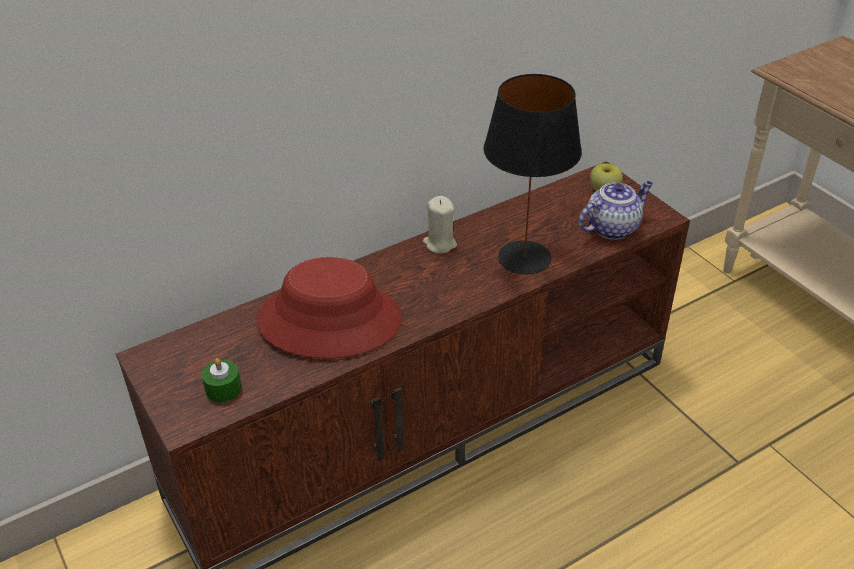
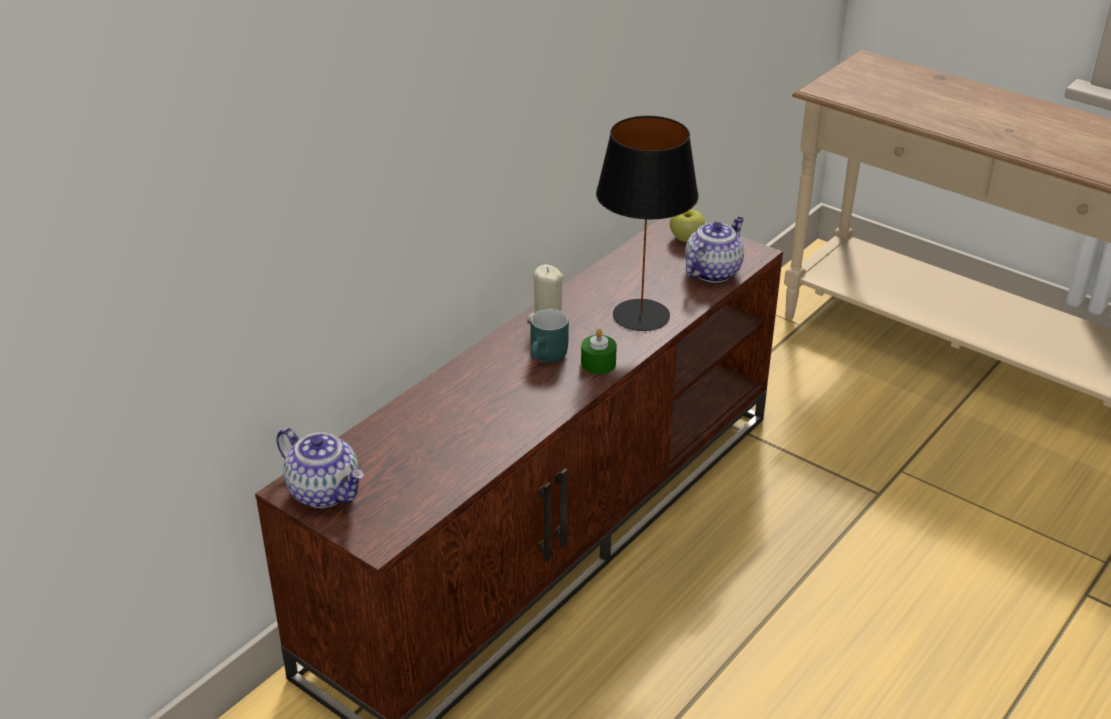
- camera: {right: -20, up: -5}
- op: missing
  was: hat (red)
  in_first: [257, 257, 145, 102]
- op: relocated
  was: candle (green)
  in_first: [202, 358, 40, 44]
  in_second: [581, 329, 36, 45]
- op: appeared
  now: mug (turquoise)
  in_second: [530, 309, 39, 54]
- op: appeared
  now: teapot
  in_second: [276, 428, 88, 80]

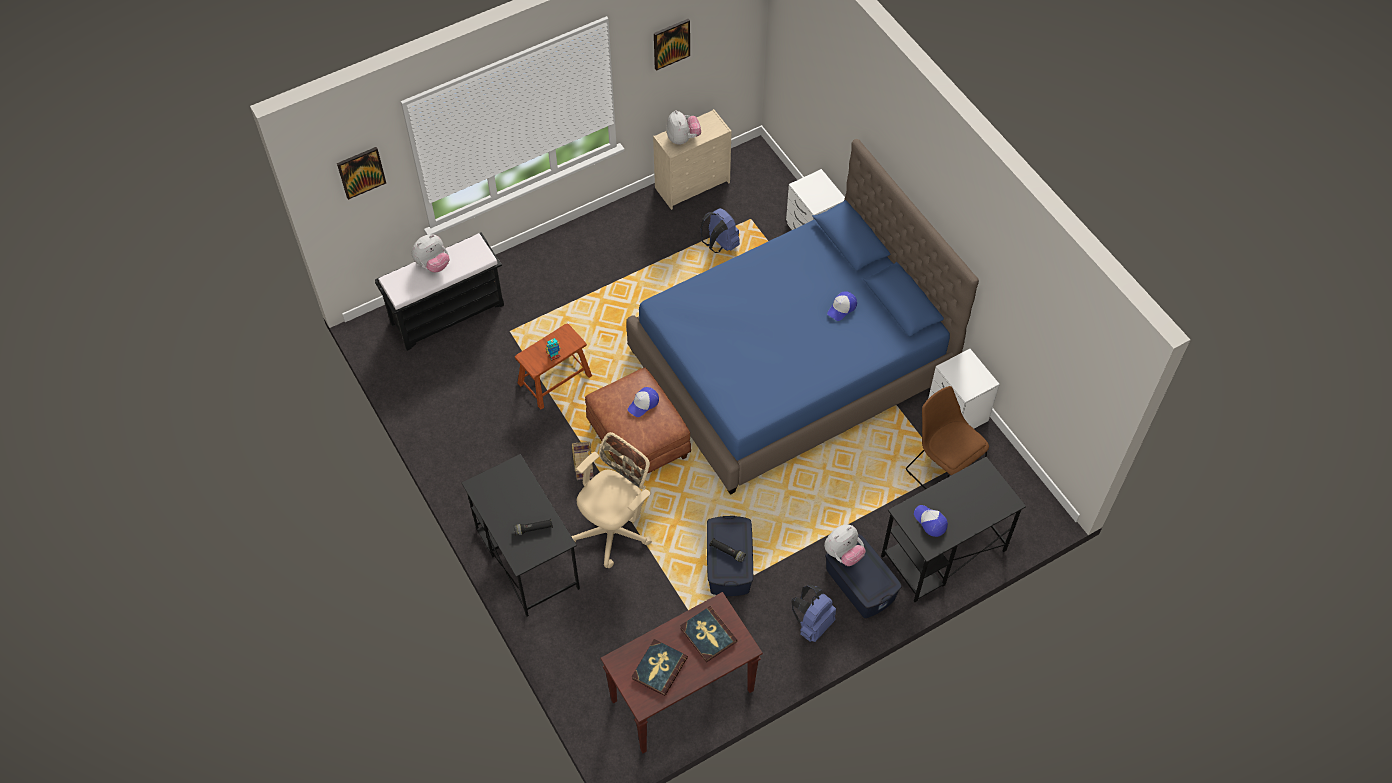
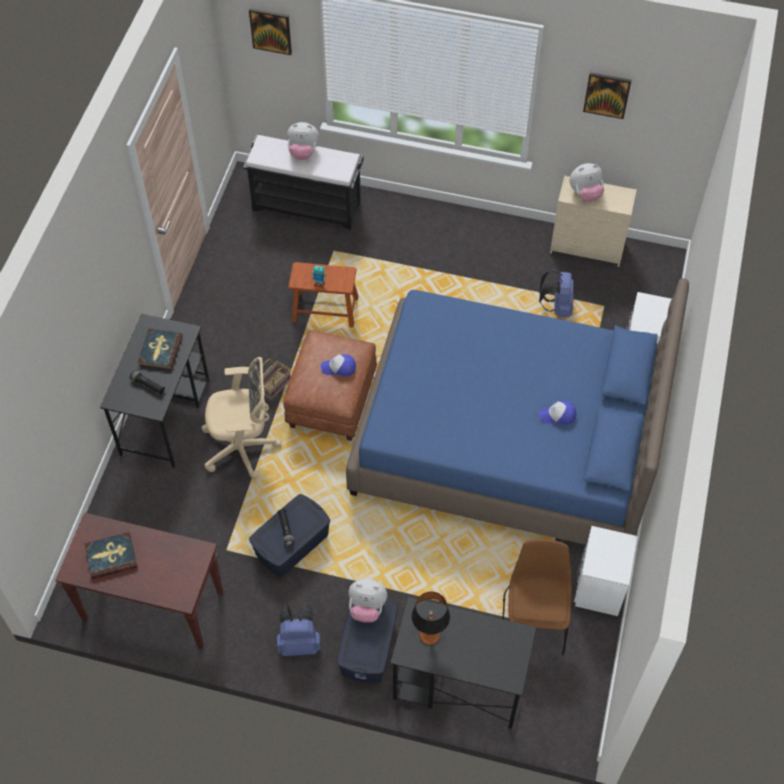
- camera: {right: 45, up: 0}
- op: spun
  was: plush toy
  in_first: [667, 110, 34, 35]
  in_second: [570, 163, 34, 39]
  clockwise: 45
- op: exchanged
  was: cap
  now: table lamp
  in_first: [914, 505, 34, 32]
  in_second: [411, 592, 39, 53]
- op: relocated
  was: book
  in_first: [680, 606, 58, 57]
  in_second: [138, 329, 45, 41]

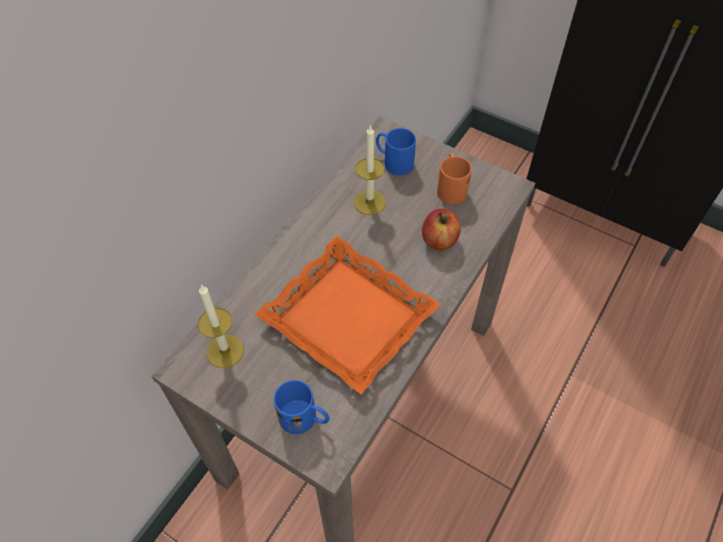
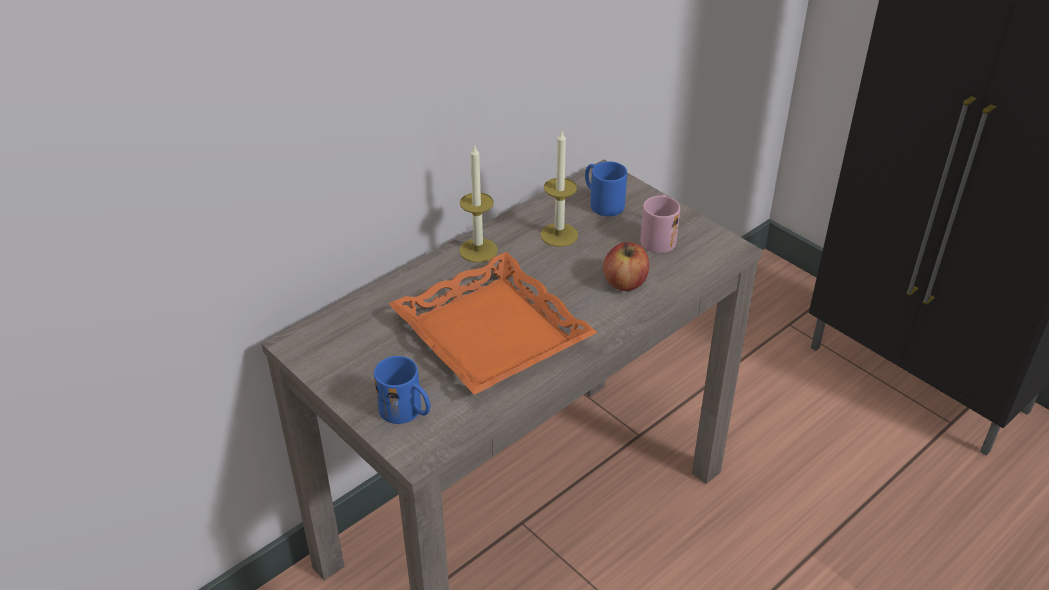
- camera: {right: 15, up: -15}
- op: colour
  was: mug (orange)
  now: mug (pink)
  in_first: [437, 153, 35, 51]
  in_second: [640, 195, 40, 58]
- op: relocated
  was: candle
  in_first: [198, 284, 46, 84]
  in_second: [459, 144, 39, 119]

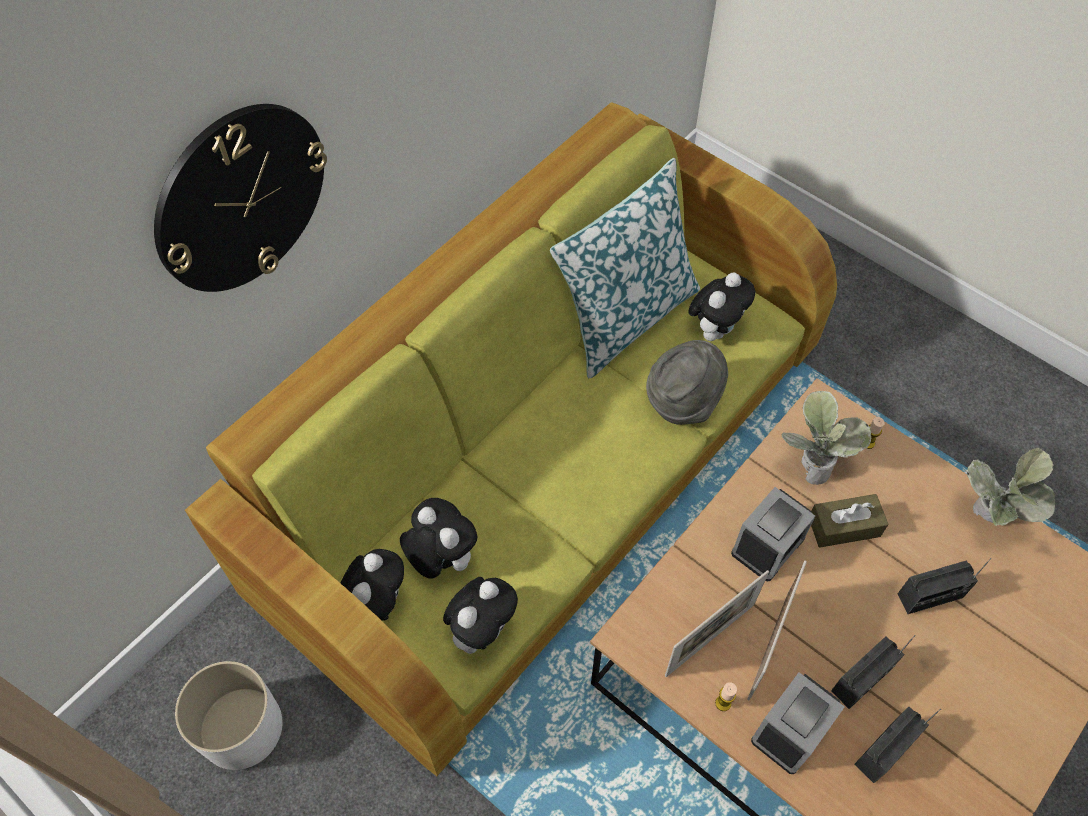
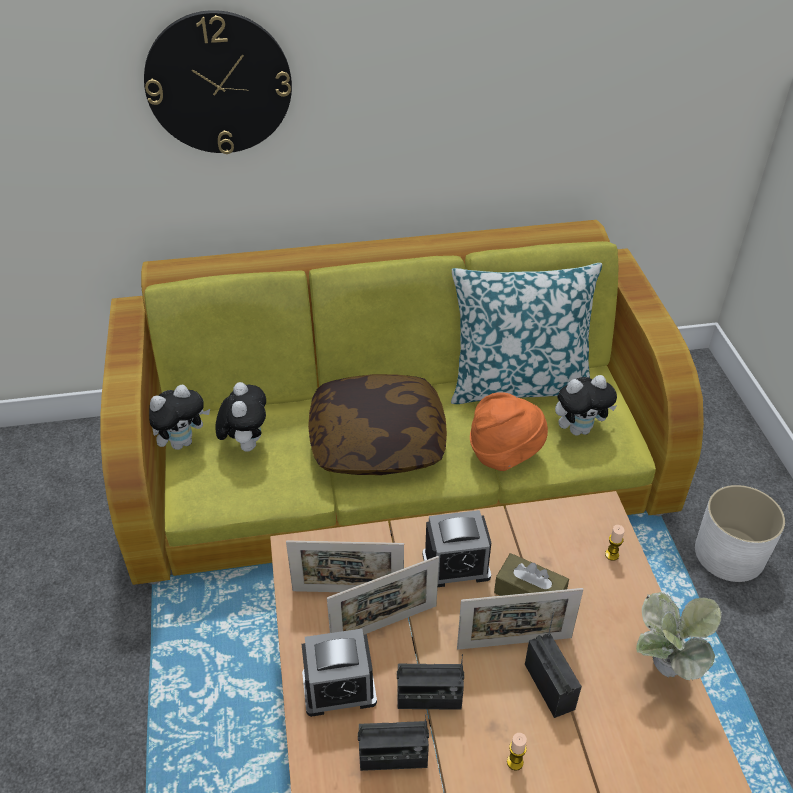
- camera: {right: 40, up: -15}
- op: colour
  was: hat (grey)
  now: hat (orange)
  in_first: [646, 340, 82, 85]
  in_second: [470, 393, 78, 78]
- op: missing
  was: potted plant
  in_first: [782, 391, 89, 94]
- op: spun
  was: radio
  in_first: [898, 558, 93, 56]
  in_second: [525, 608, 57, 110]
  clockwise: -135
- op: missing
  was: plush toy
  in_first: [443, 577, 75, 77]
- op: relocated
  was: planter (white)
  in_first: [175, 661, 107, 109]
  in_second: [695, 485, 90, 97]
- op: relocated
  was: candle
  in_first: [715, 682, 22, 29]
  in_second: [507, 733, 20, 37]
- op: appeared
  now: pillow
  in_second: [308, 374, 139, 101]
- op: appeared
  now: picture frame
  in_second: [457, 588, 126, 62]

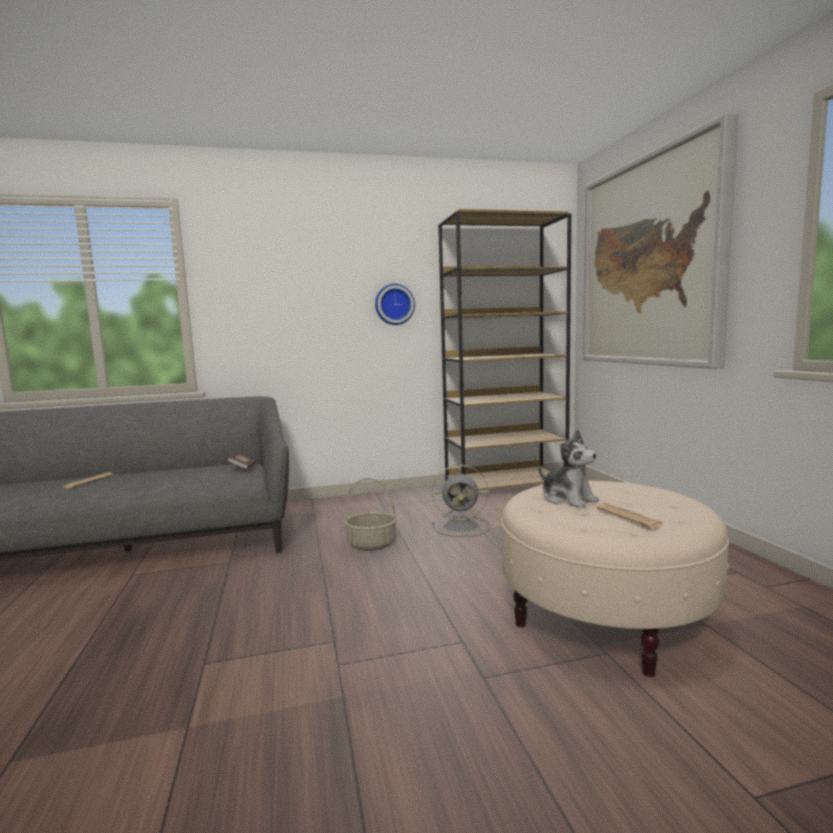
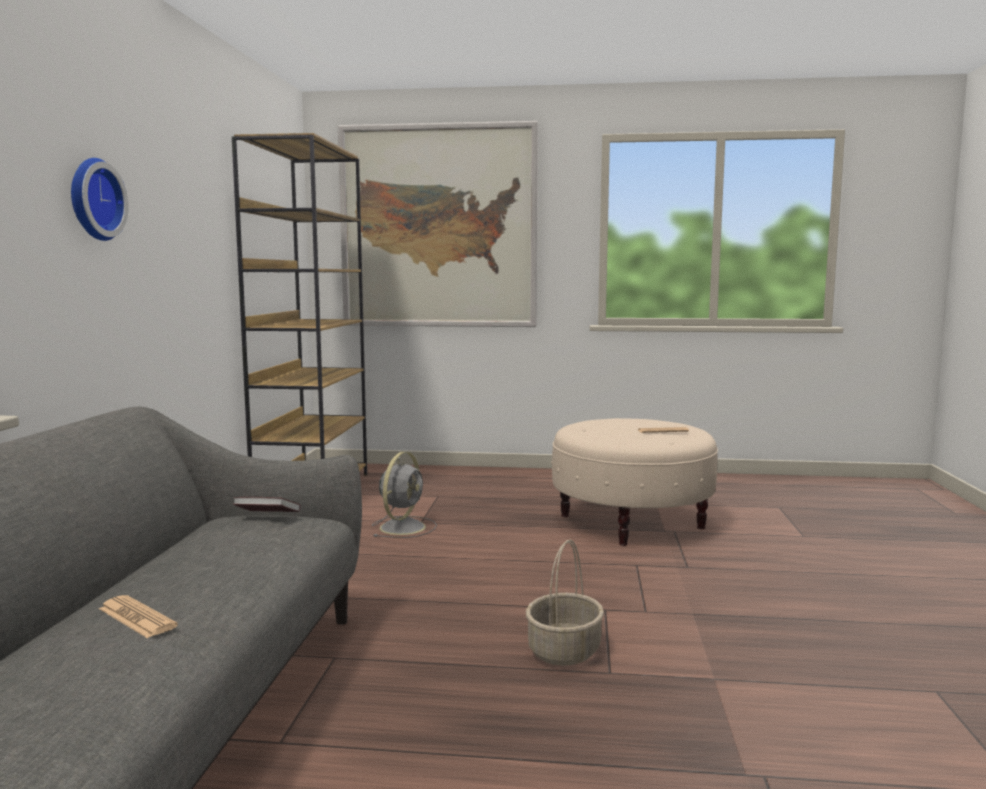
- camera: {right: -70, up: 0}
- op: relocated
  was: wall clock
  in_first: [375, 284, 40, 41]
  in_second: [71, 158, 57, 83]
- op: missing
  was: plush toy
  in_first: [538, 430, 61, 78]
- op: relocated
  was: basket
  in_first: [344, 478, 53, 73]
  in_second: [526, 539, 78, 127]

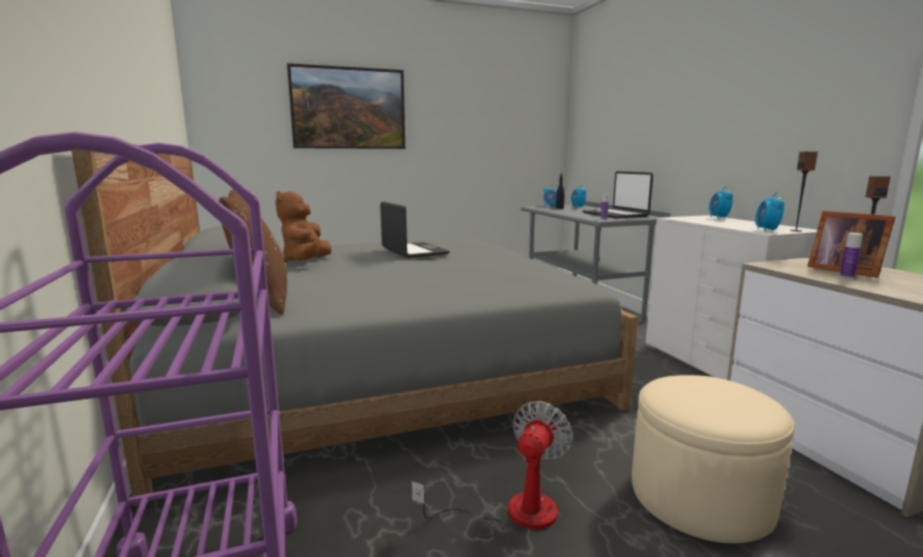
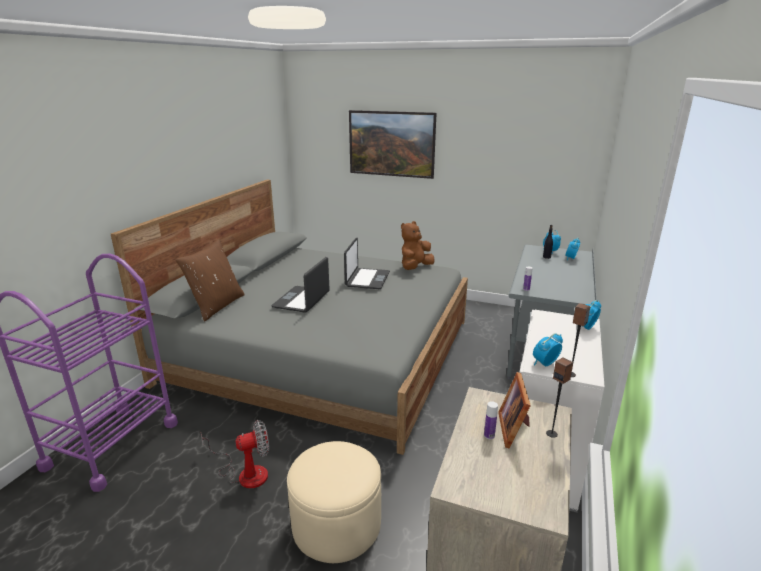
- camera: {right: 40, up: 10}
- op: relocated
  was: laptop
  in_first: [582, 171, 71, 48]
  in_second: [272, 257, 58, 56]
- op: relocated
  was: plush toy (brown)
  in_first: [275, 191, 57, 71]
  in_second: [401, 221, 34, 49]

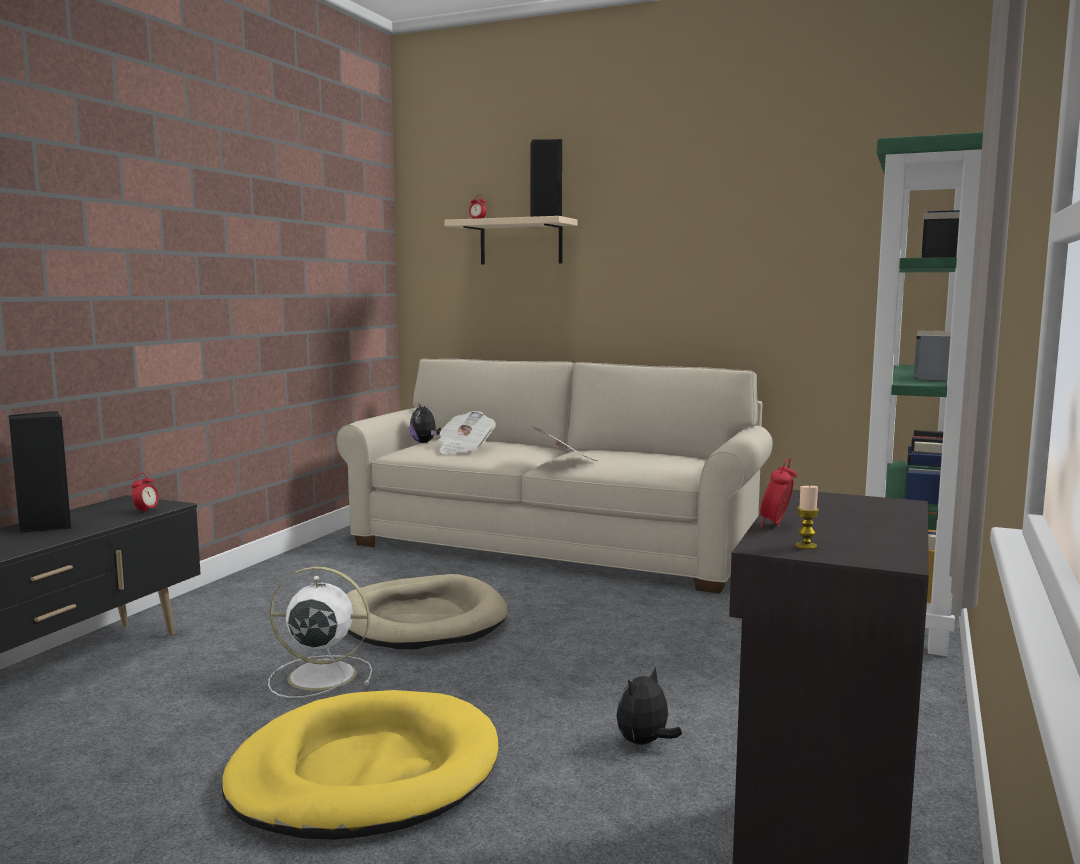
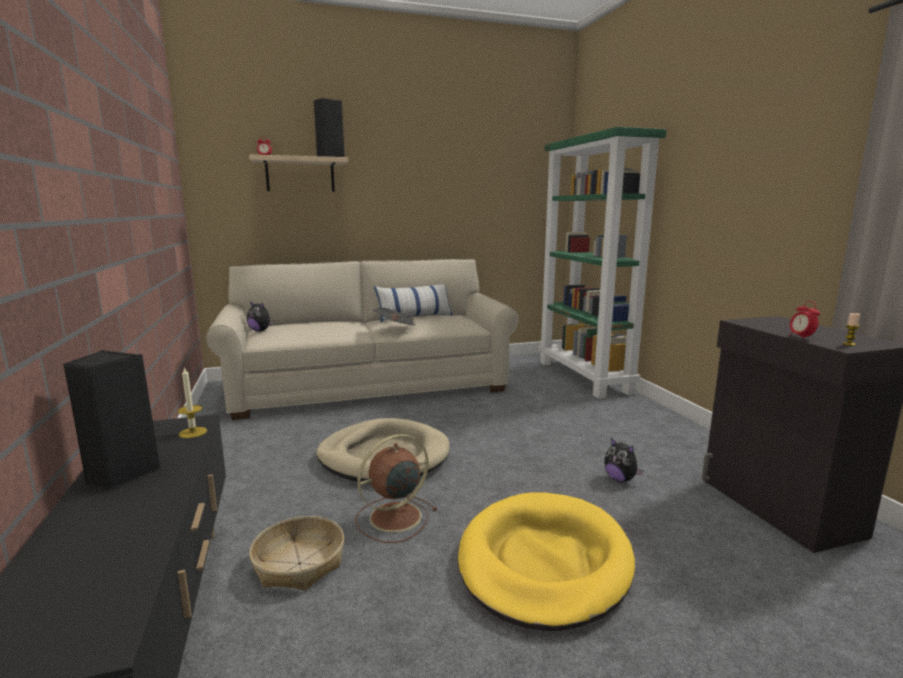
- camera: {right: -40, up: 5}
- op: missing
  was: newspaper
  in_first: [438, 411, 58, 43]
- op: exchanged
  was: alarm clock
  now: candle
  in_first: [131, 473, 28, 41]
  in_second: [178, 367, 29, 71]
- op: colour
  was: fan (white)
  now: fan (brown)
  in_first: [268, 567, 104, 131]
  in_second: [356, 434, 81, 109]
- op: spun
  was: plush toy
  in_first: [616, 667, 66, 78]
  in_second: [604, 437, 40, 45]
  clockwise: -45
- op: appeared
  now: pillow
  in_second: [374, 284, 79, 38]
- op: appeared
  now: basket
  in_second: [249, 516, 95, 75]

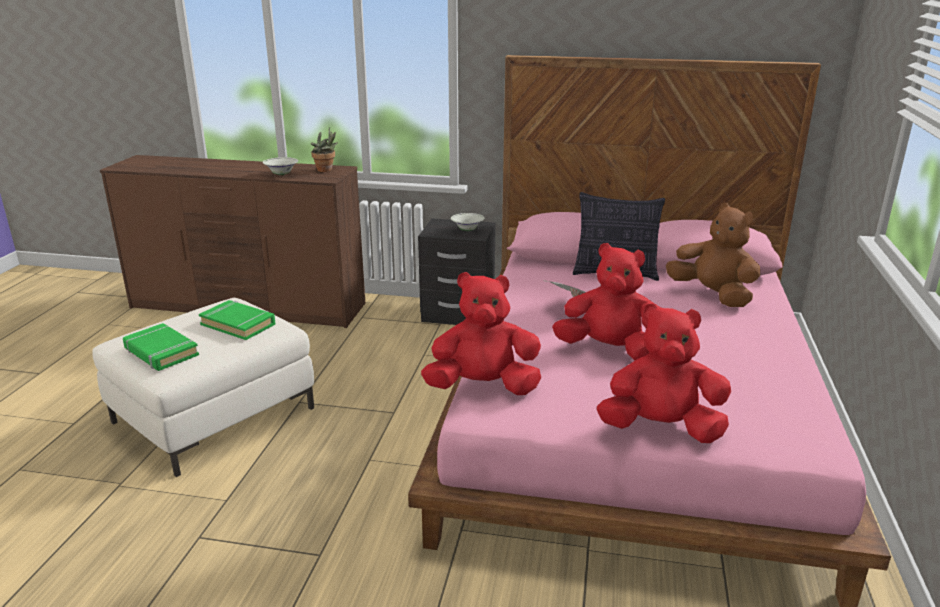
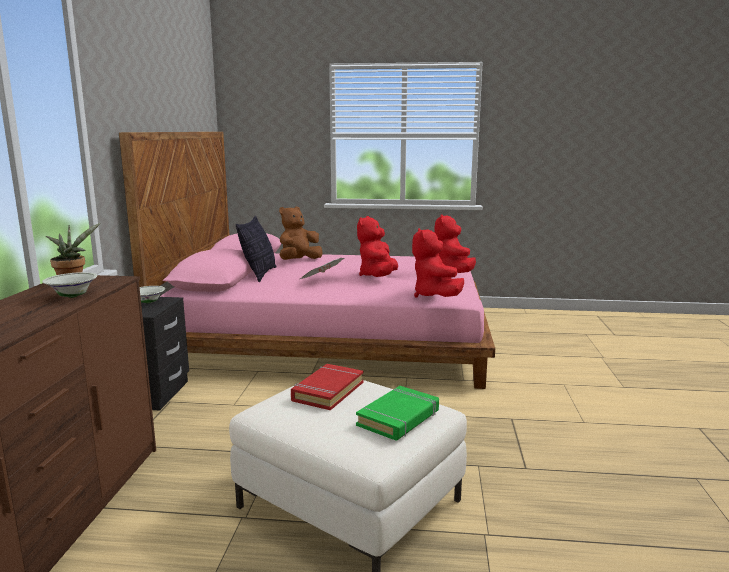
- camera: {right: -95, up: -10}
- op: colour
  was: book (green)
  now: book (red)
  in_first: [199, 300, 76, 40]
  in_second: [291, 364, 72, 46]

